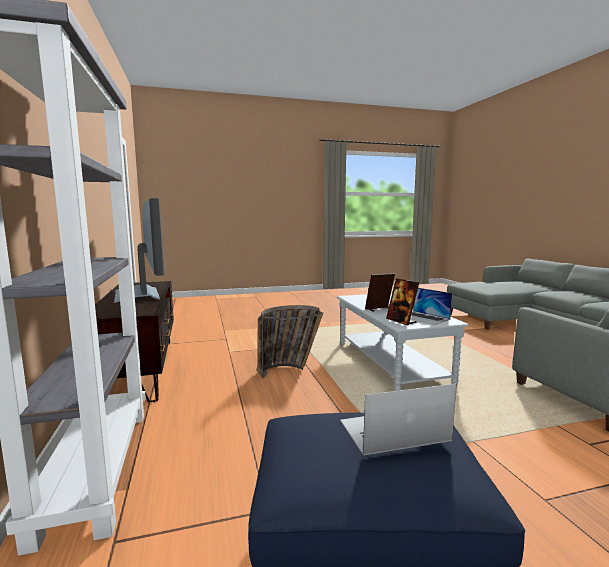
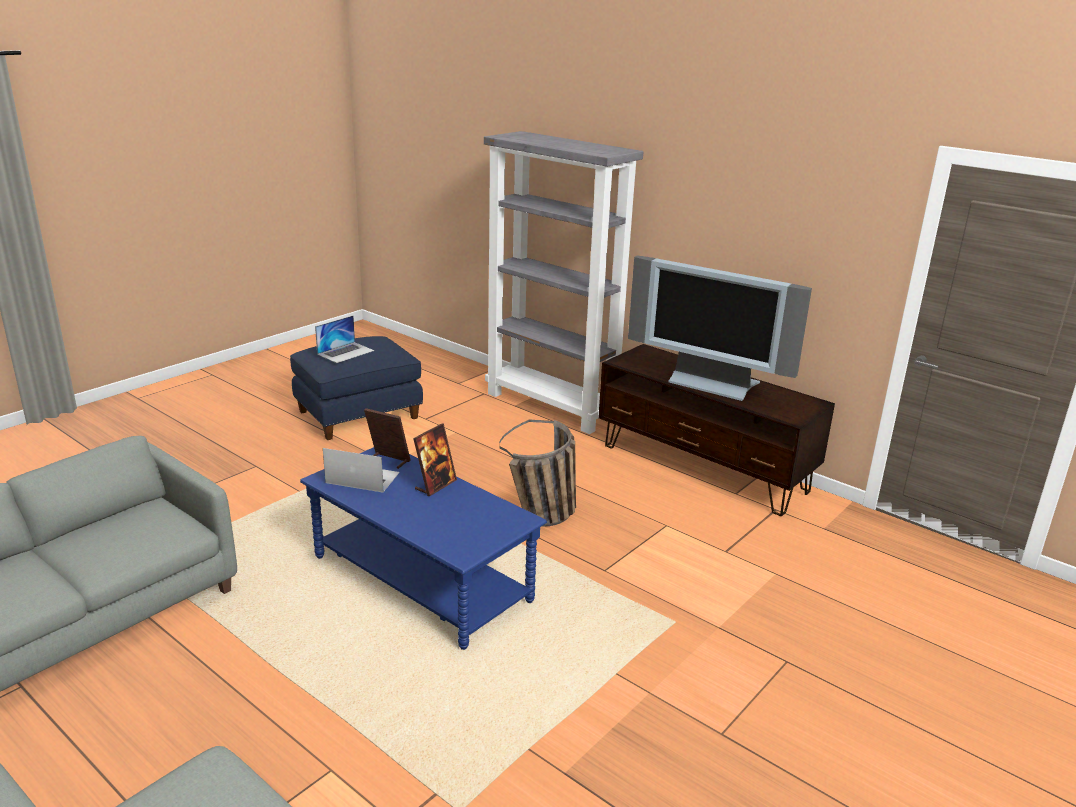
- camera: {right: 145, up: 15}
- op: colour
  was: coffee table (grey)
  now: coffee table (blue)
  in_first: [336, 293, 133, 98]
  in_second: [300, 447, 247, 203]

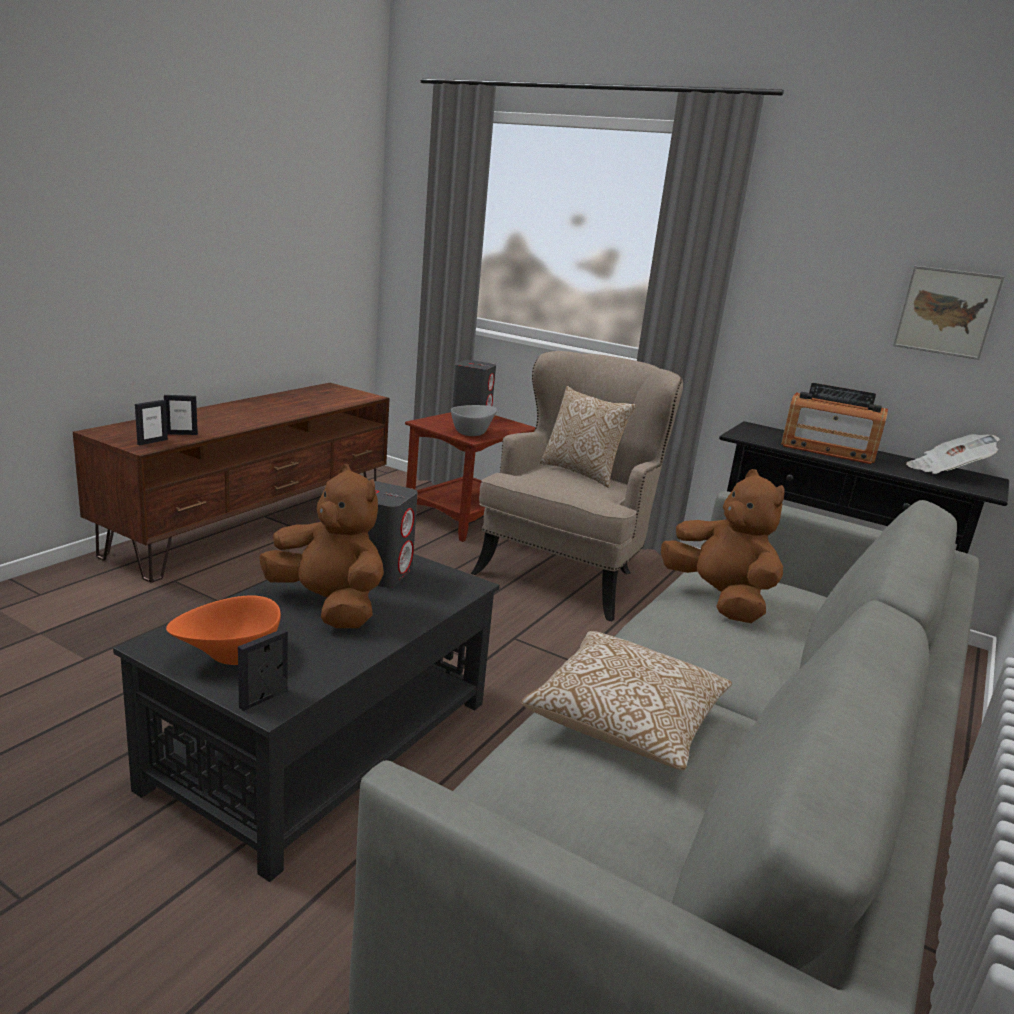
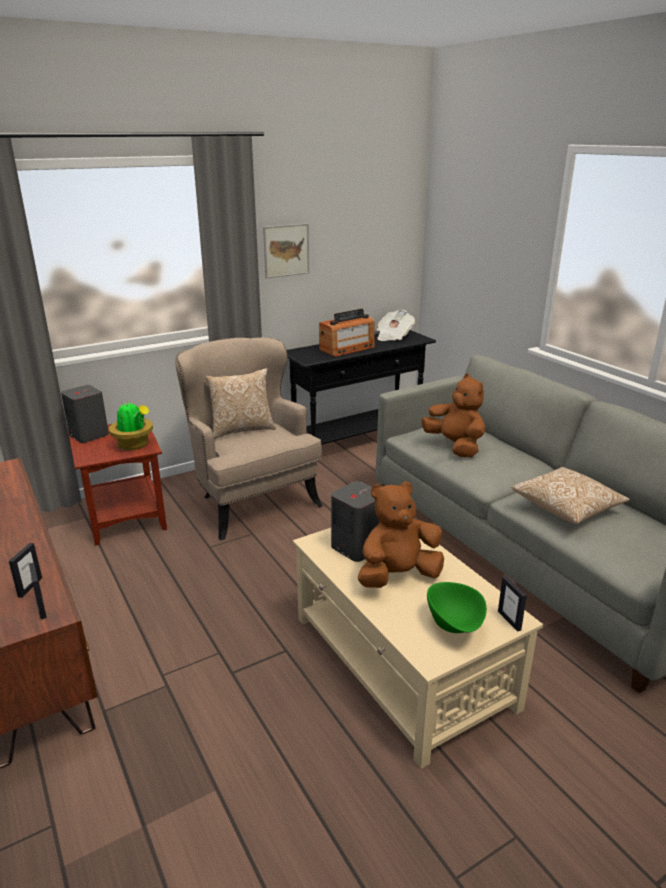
- camera: {right: -60, up: 5}
- op: relocated
  was: picture
  in_first: [893, 266, 112, 94]
  in_second: [263, 223, 46, 56]
- op: exchanged
  was: bowl (grey)
  now: potted plant
  in_first: [451, 405, 46, 31]
  in_second: [109, 401, 44, 49]
- op: spun
  was: plush toy (brown)
  in_first: [661, 469, 124, 154]
  in_second: [421, 374, 64, 84]
  clockwise: 60
- op: colour
  was: coffee table (black)
  now: coffee table (beige)
  in_first: [113, 554, 386, 328]
  in_second: [293, 528, 250, 241]
- op: colour
  was: bowl (orange)
  now: bowl (green)
  in_first: [166, 596, 115, 69]
  in_second: [427, 582, 60, 51]

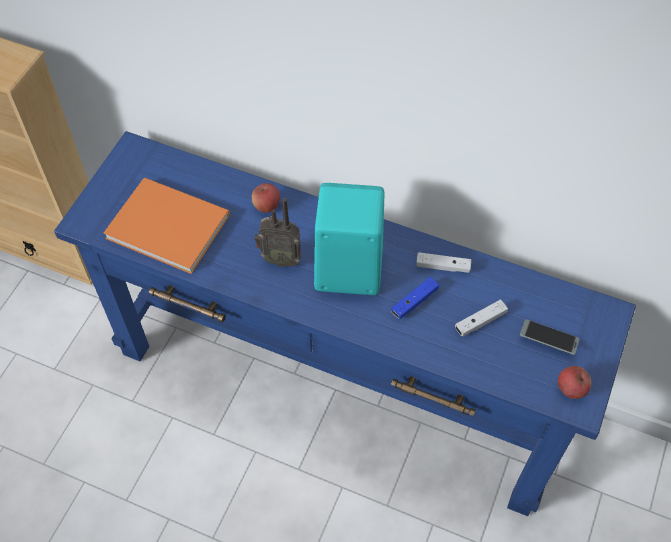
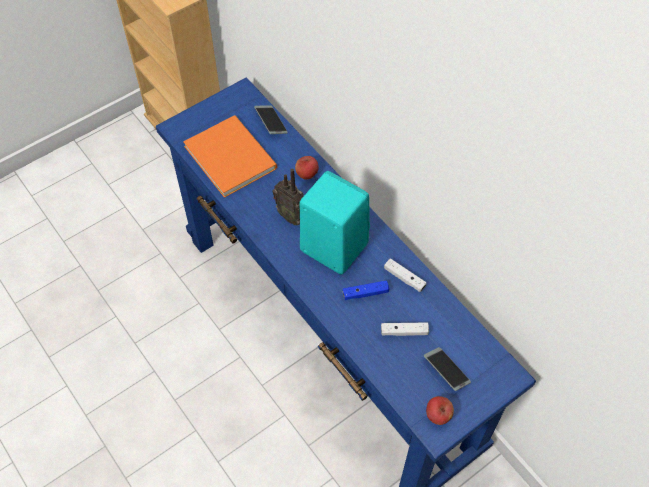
- camera: {right: 30, up: 0}
- op: appeared
  now: phone
  in_second: [254, 105, 34, 29]

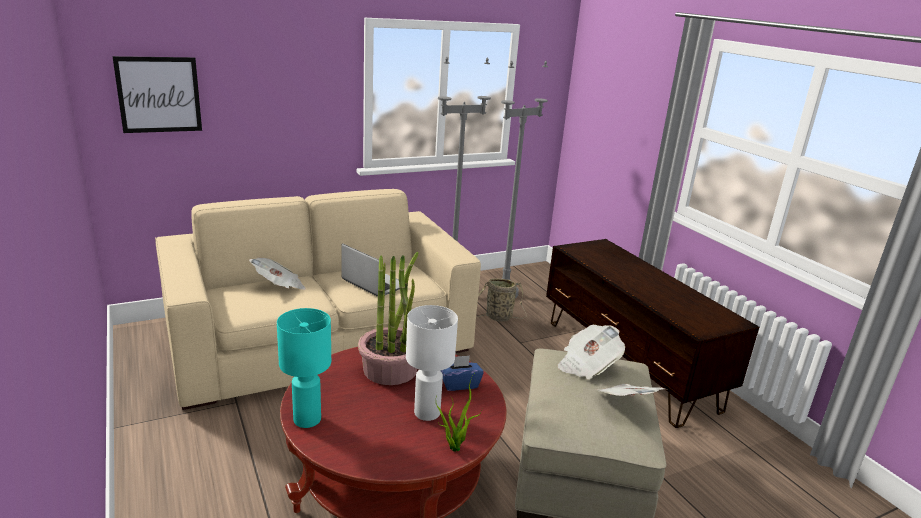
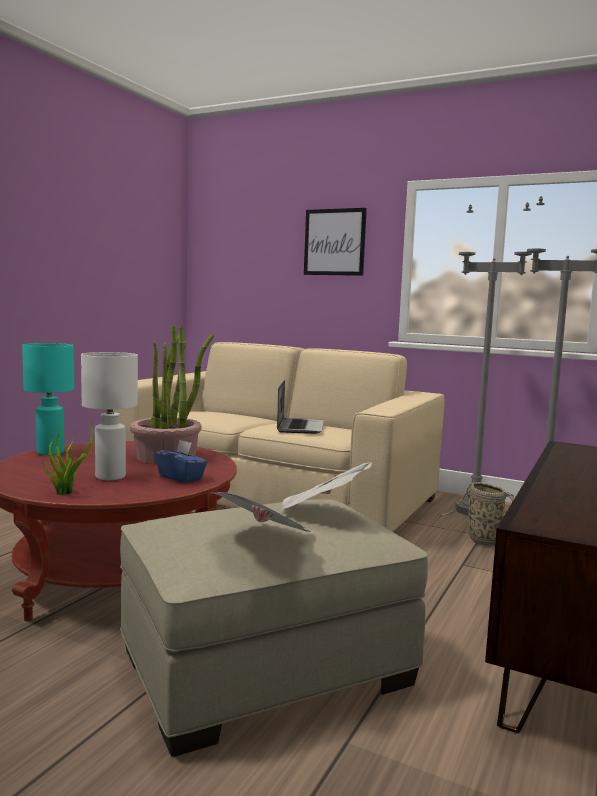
- camera: {right: 55, up: -15}
- op: relocated
  was: picture
  in_first: [112, 56, 90, 77]
  in_second: [304, 208, 63, 68]
- op: missing
  was: newspaper
  in_first: [249, 258, 57, 32]

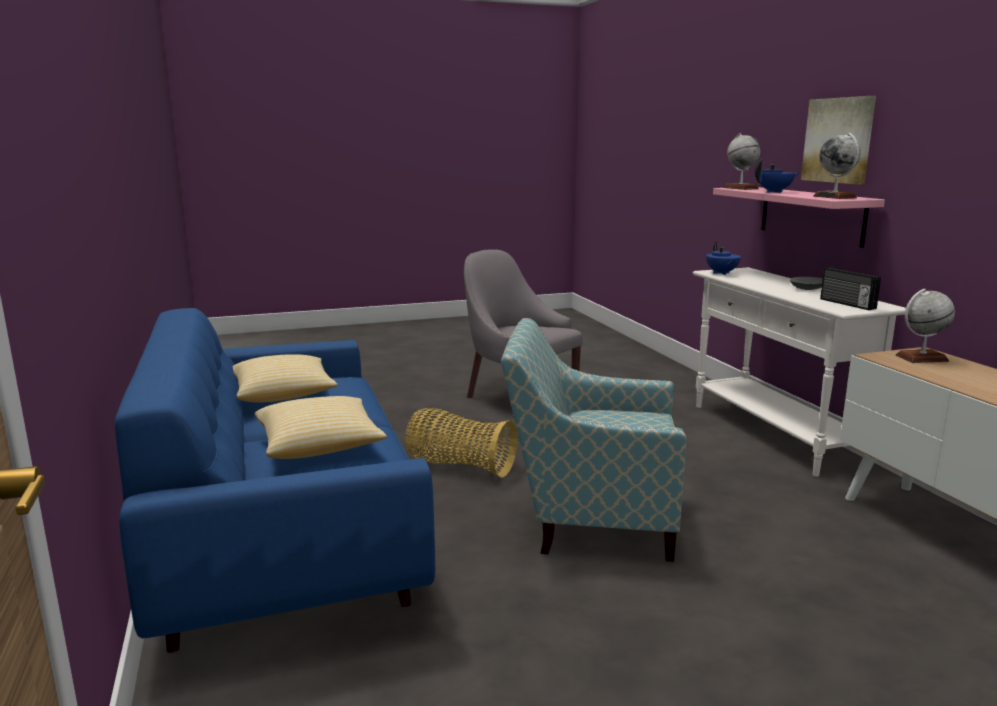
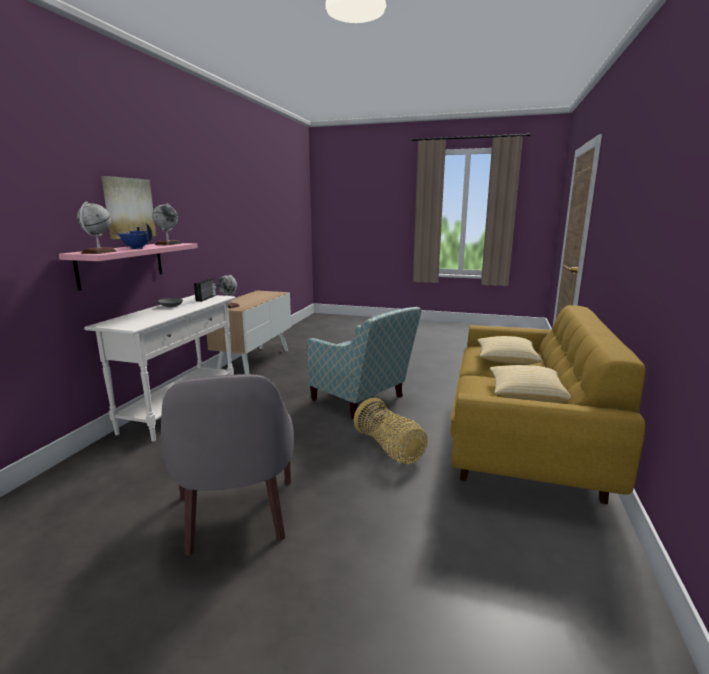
- camera: {right: -145, up: 0}
- op: missing
  was: teapot (blue)
  in_first: [706, 242, 35, 33]
- op: colour
  was: sofa (blue)
  now: sofa (yellow)
  in_first: [115, 308, 320, 345]
  in_second: [450, 305, 196, 199]

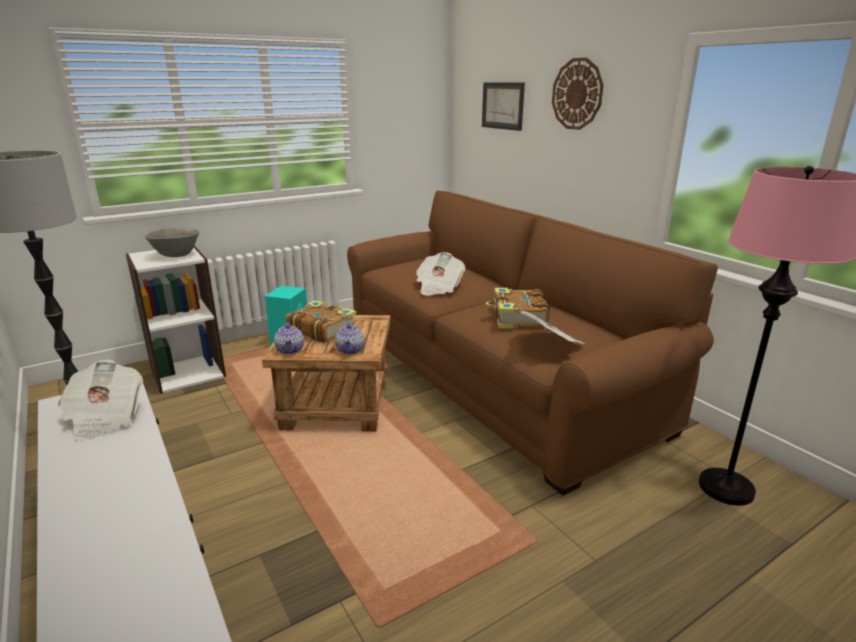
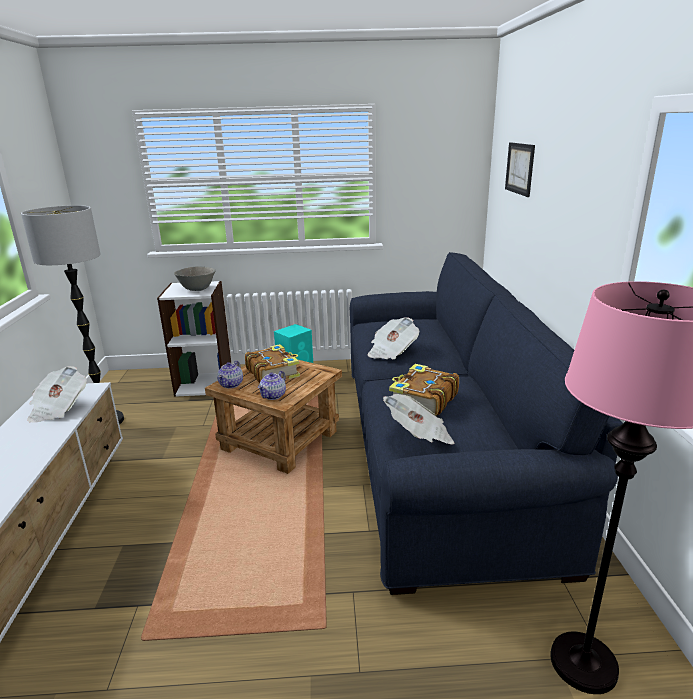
- camera: {right: 30, up: 0}
- op: missing
  was: wall clock
  in_first: [552, 58, 51, 72]
- op: colour
  was: sofa (brown)
  now: sofa (blue)
  in_first: [347, 191, 371, 305]
  in_second: [350, 252, 273, 343]

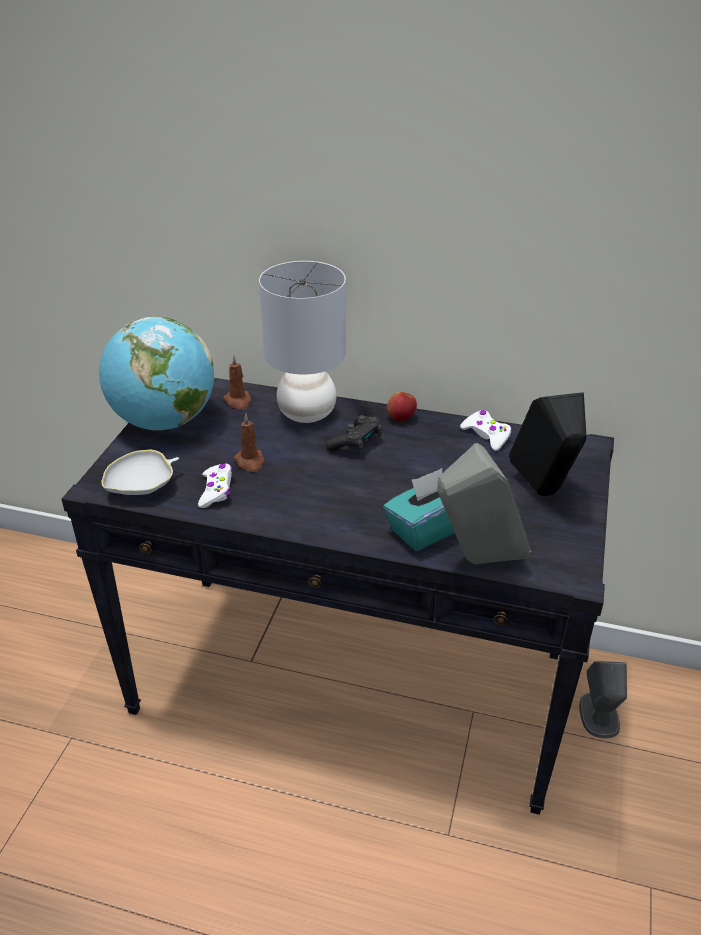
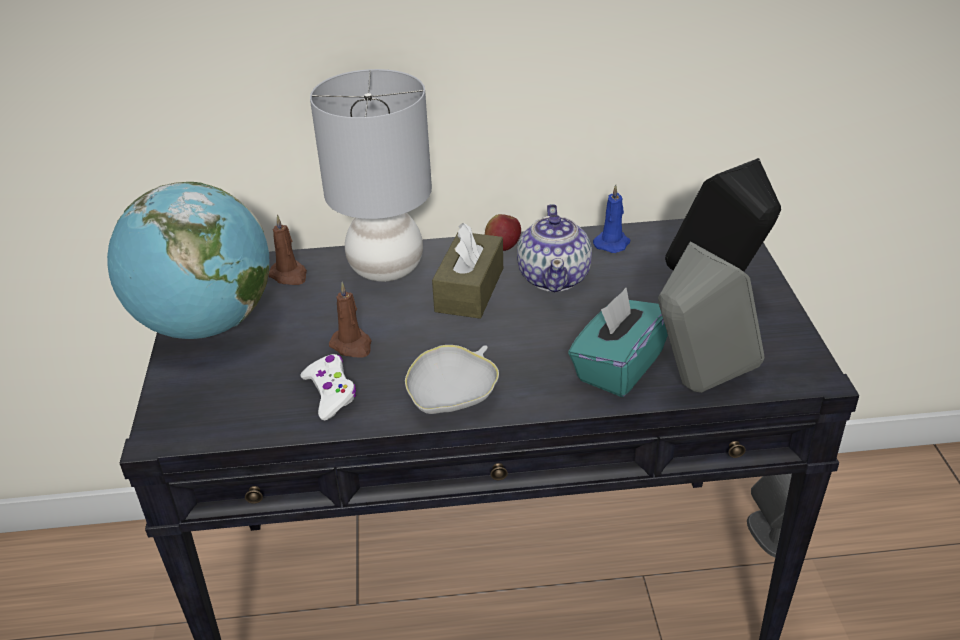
- camera: {right: -20, up: 0}
- op: exchanged
  was: game controller (white)
  now: candle (blue)
  in_first: [460, 410, 52, 41]
  in_second: [593, 184, 37, 69]
- op: exchanged
  was: game controller (black)
  now: tissue box (brown)
  in_first: [326, 415, 57, 38]
  in_second: [432, 223, 71, 96]
- op: relocated
  was: bowl (white)
  in_first: [101, 450, 78, 45]
  in_second: [405, 345, 94, 69]
- op: appeared
  now: teapot
  in_second: [517, 204, 75, 88]

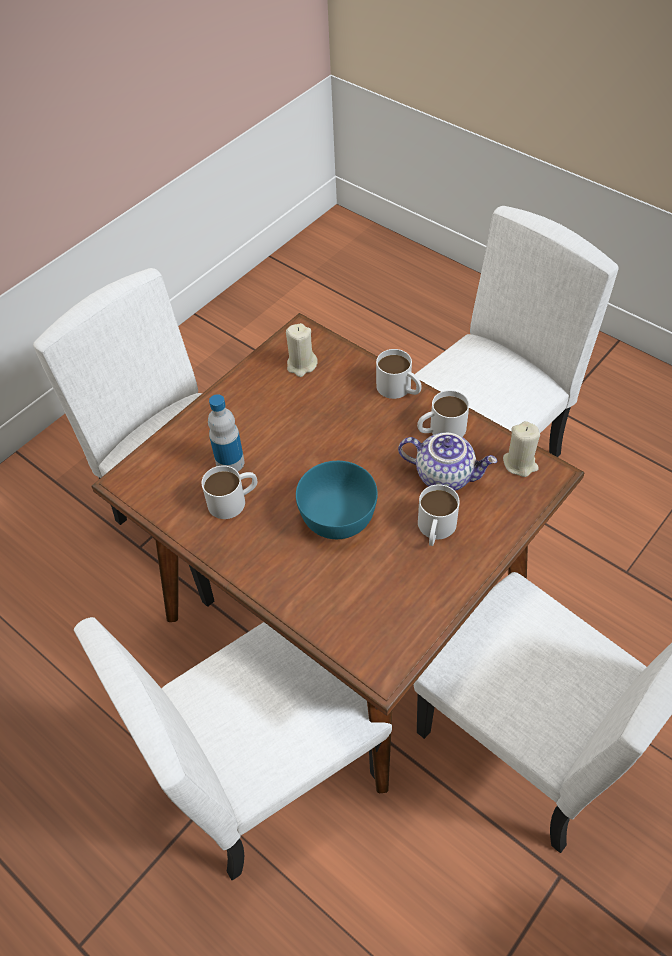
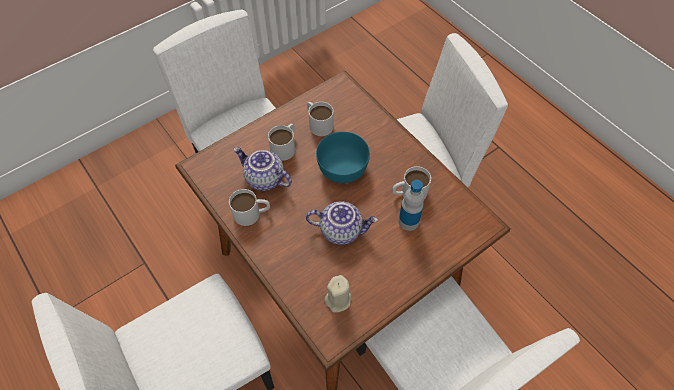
- camera: {right: -170, up: 5}
- op: relocated
  was: mug (white)
  in_first: [376, 349, 46, 50]
  in_second: [307, 102, 27, 34]
- op: missing
  was: candle (beige)
  in_first: [503, 421, 37, 56]
- op: appeared
  now: teapot
  in_second: [306, 201, 72, 44]

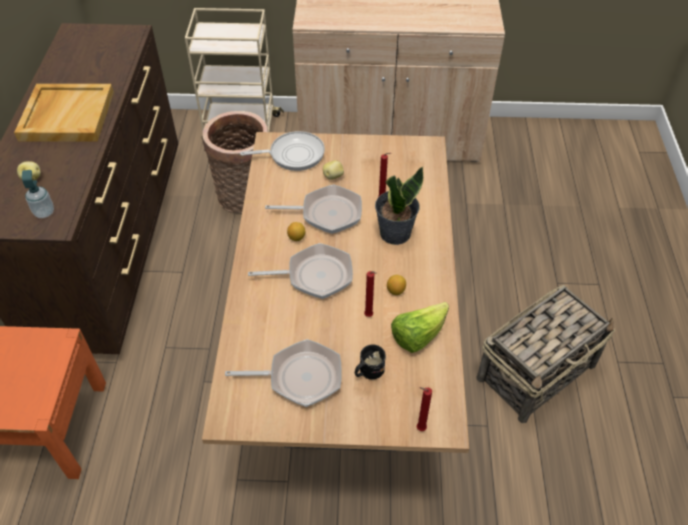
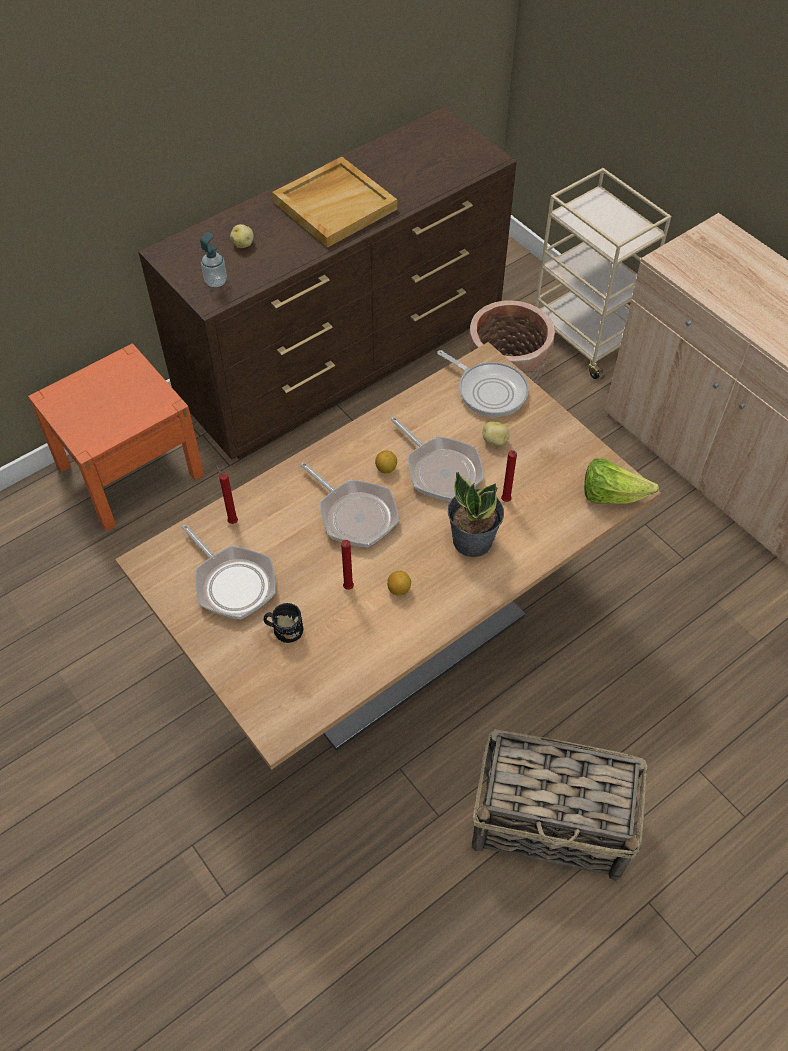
- camera: {right: 50, up: 5}
- op: relocated
  was: lettuce
  in_first: [391, 302, 58, 51]
  in_second: [584, 458, 75, 46]
- op: relocated
  was: candle (red)
  in_first: [417, 387, 15, 44]
  in_second: [216, 465, 22, 59]

